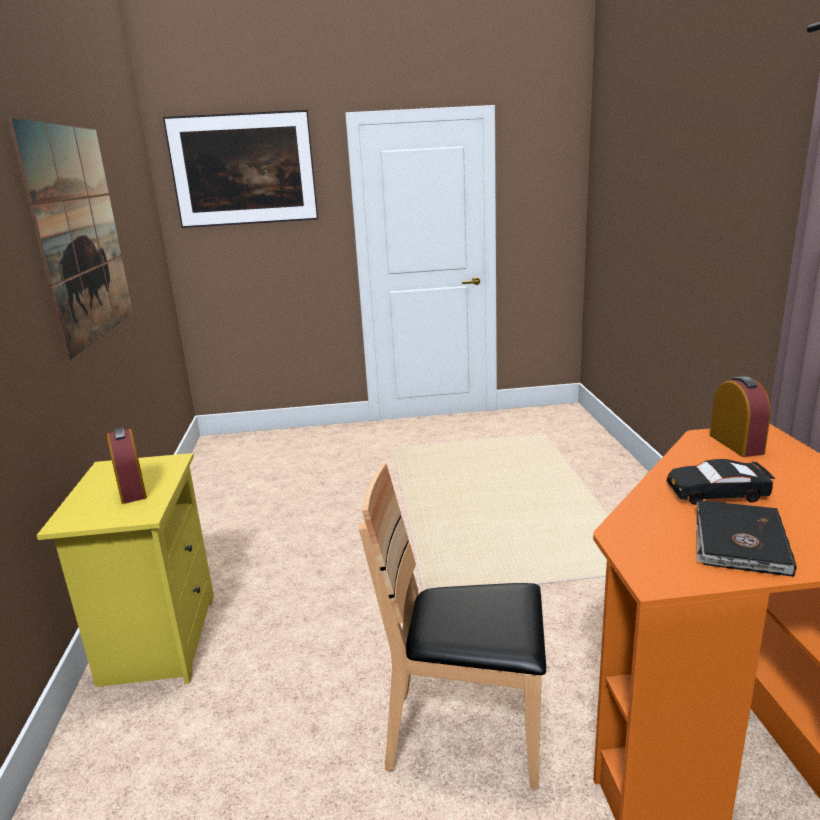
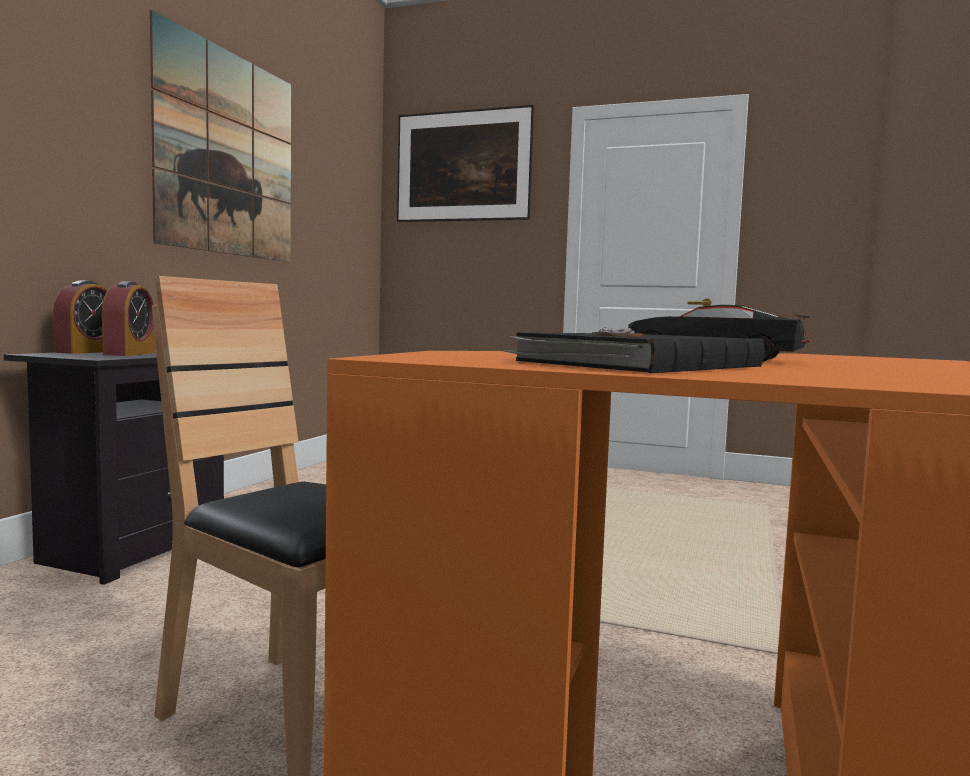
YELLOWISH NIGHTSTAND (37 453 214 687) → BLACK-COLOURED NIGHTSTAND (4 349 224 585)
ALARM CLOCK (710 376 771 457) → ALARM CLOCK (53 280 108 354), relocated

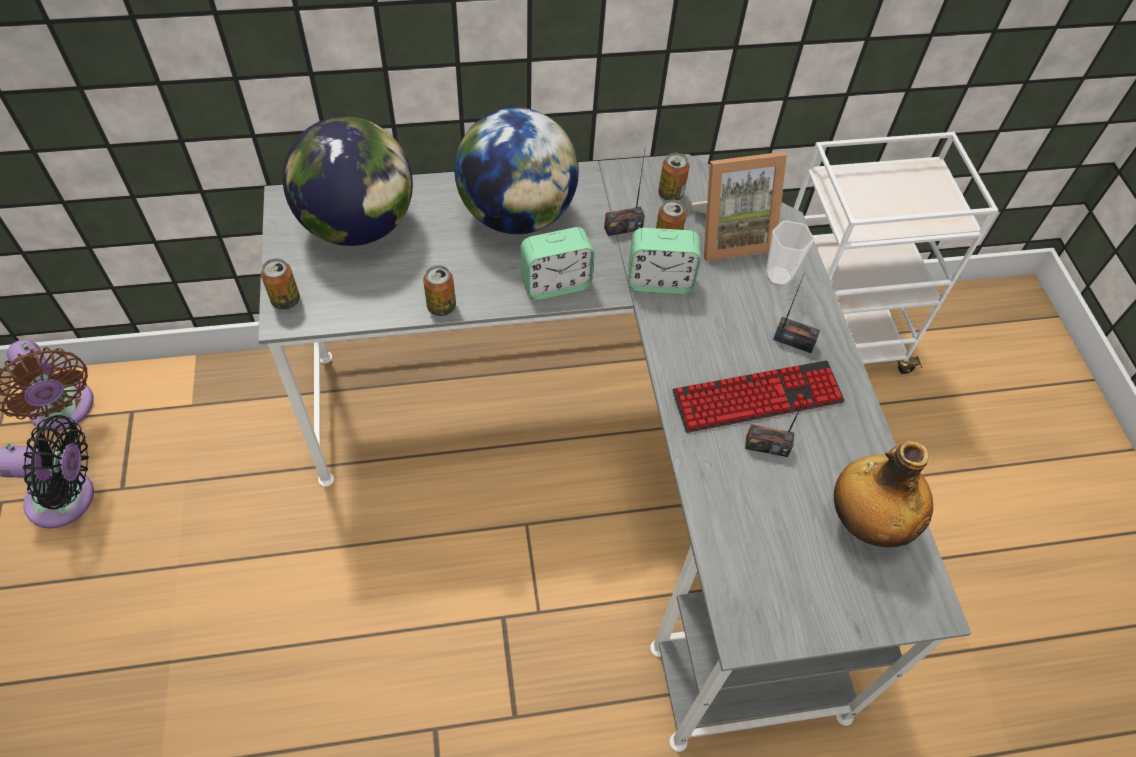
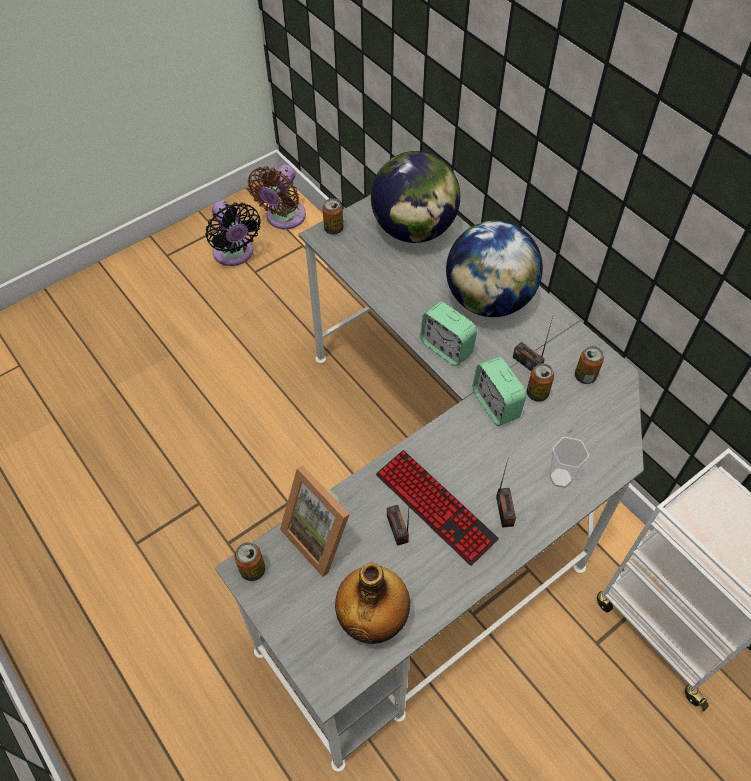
CAN (423 265 456 316) → CAN (234 542 265 581), relocated
PHOTO FRAME (692 152 787 261) → PHOTO FRAME (280 466 350 577), relocated

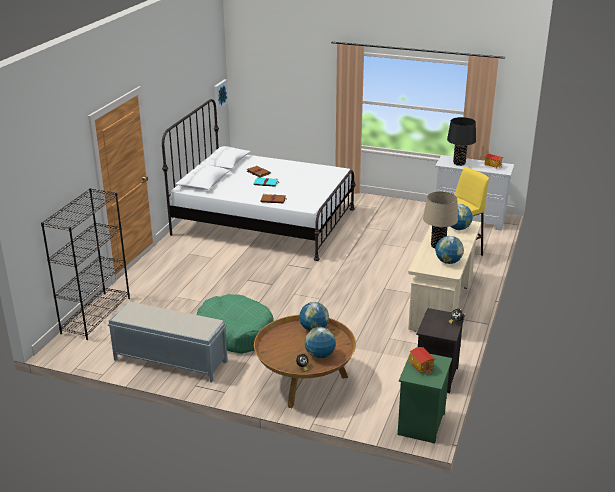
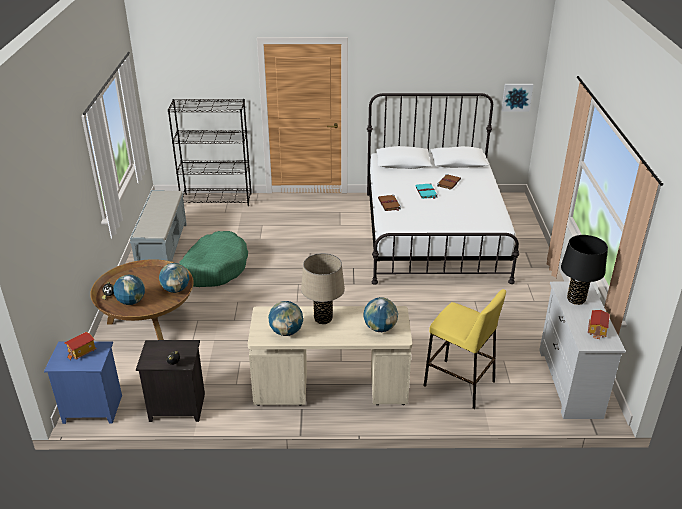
GREENISH NIGHTSTAND (398 354 452 443) → BLUE-COLOURED NIGHTSTAND (44 341 122 424)

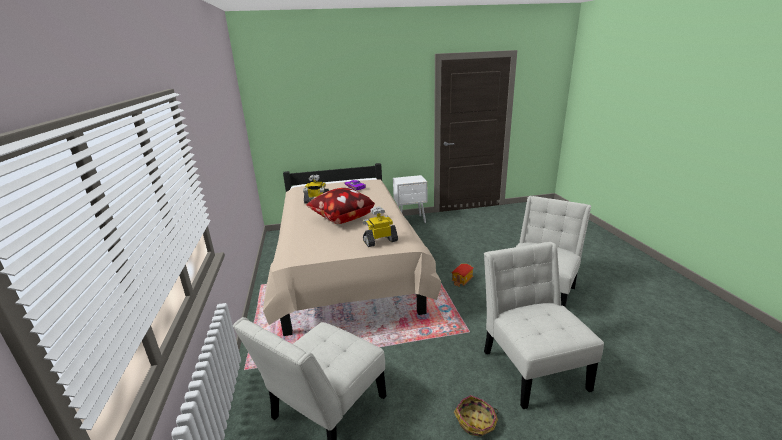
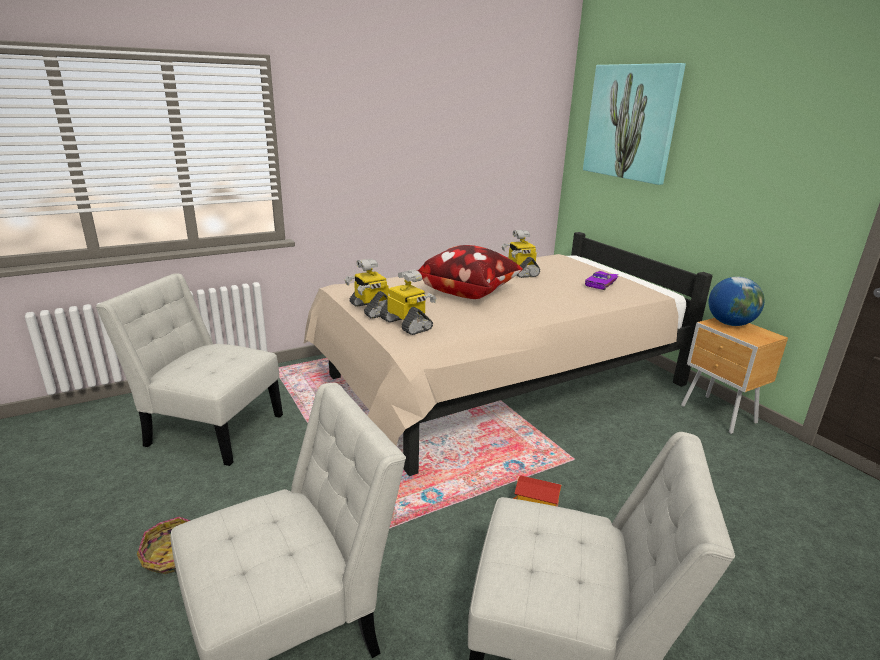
WHITISH NIGHTSTAND (393 175 427 223) → BROWN-COLOURED NIGHTSTAND (681 318 788 434)
- → TOY ROBOT (345 259 388 319)
- → WALL ART (583 63 686 185)
- → GLOBE (708 277 765 326)

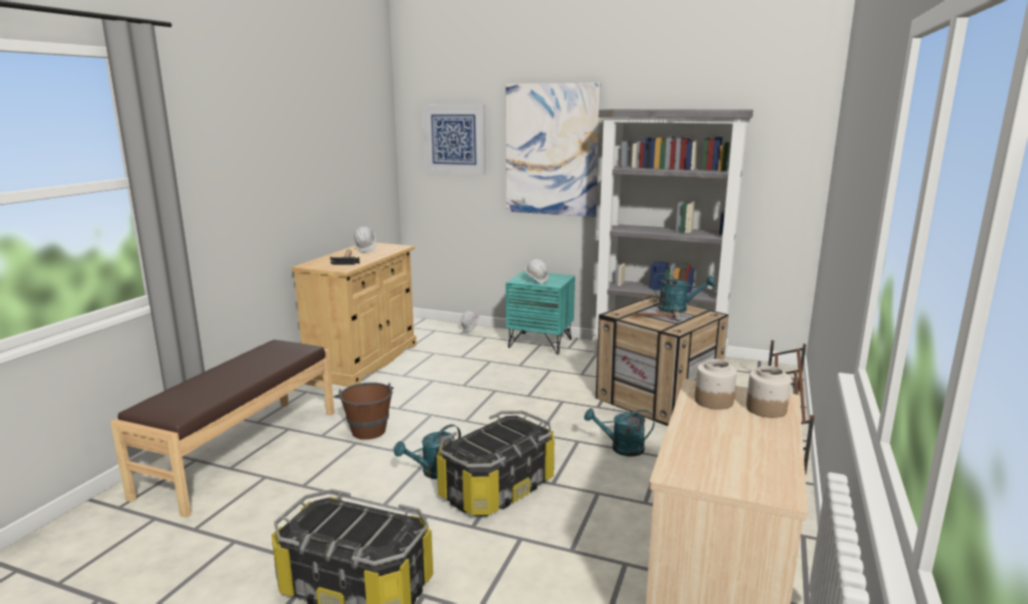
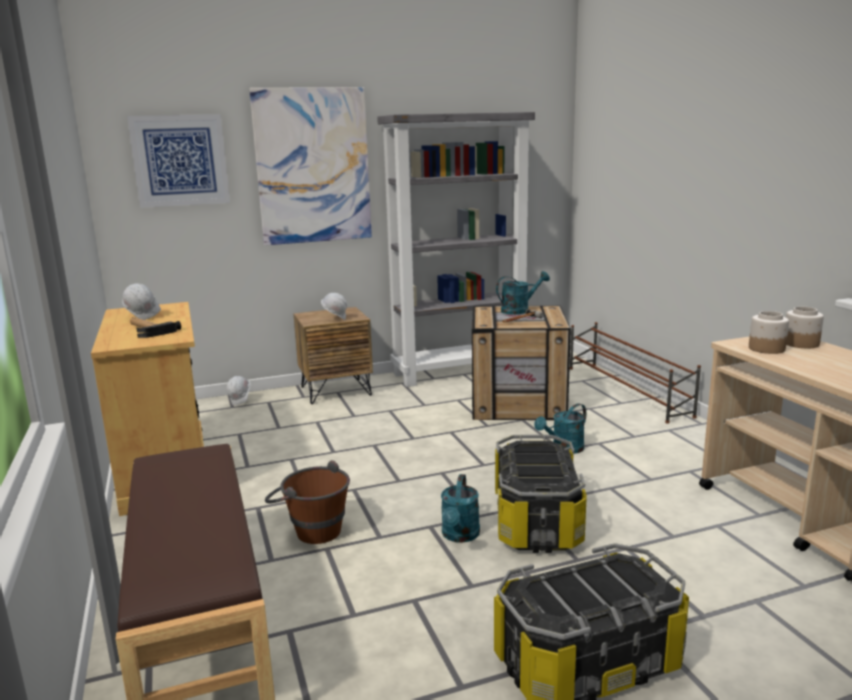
TURQUOISE NIGHTSTAND (506 271 575 354) → BROWN-COLOURED NIGHTSTAND (293 307 373 404)

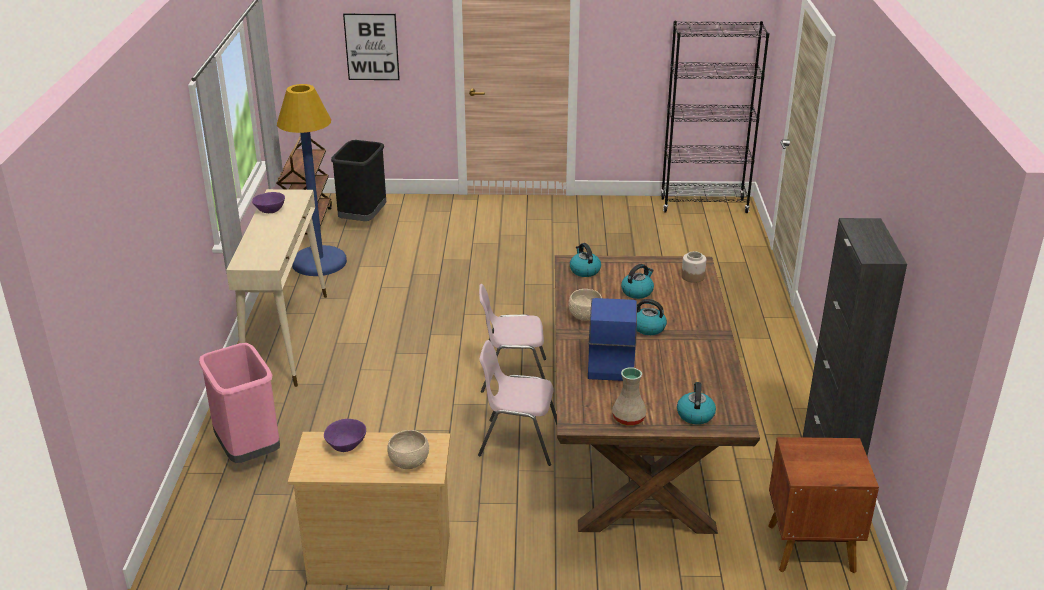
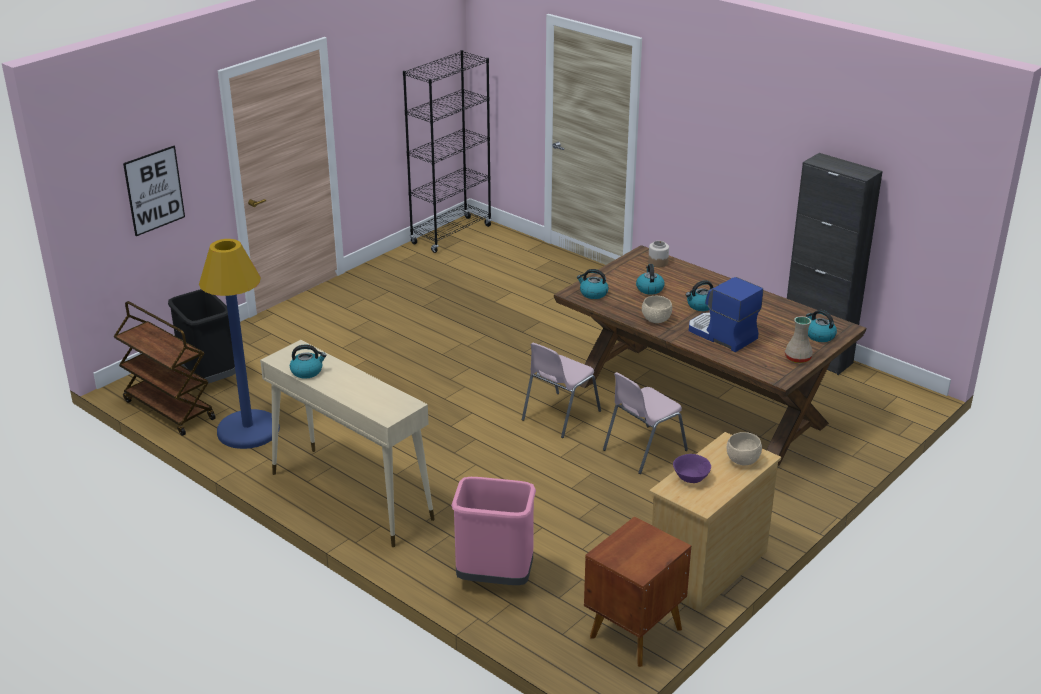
PURPLE BOWL (252 192 285 213) → WATER KETTLE (290 345 327 379)
BROWN-COLOURED NIGHTSTAND (768 437 879 573) → BROWN-COLOURED NIGHTSTAND (584 516 691 667), relocated

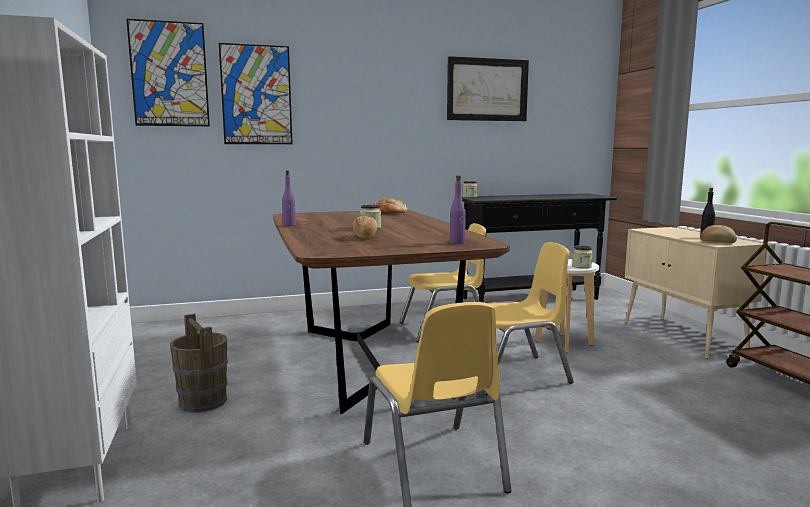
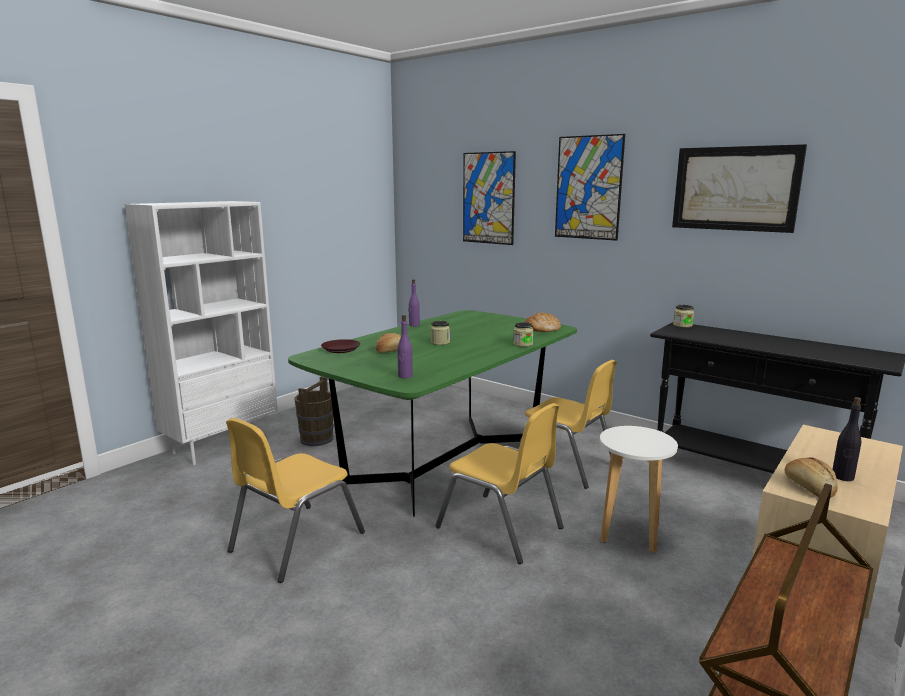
WALL ART (126 19 210 126) → WALL ART (555 134 625 241), relocated
BROWN-COLOURED KITCHEN TABLE (273 210 510 414) → GREENISH KITCHEN TABLE (288 310 577 517)
JAR (572 245 593 269) → JAR (513 322 533 347), relocated
- → BROWN-COLOURED FLAT DISH (321 339 360 353)

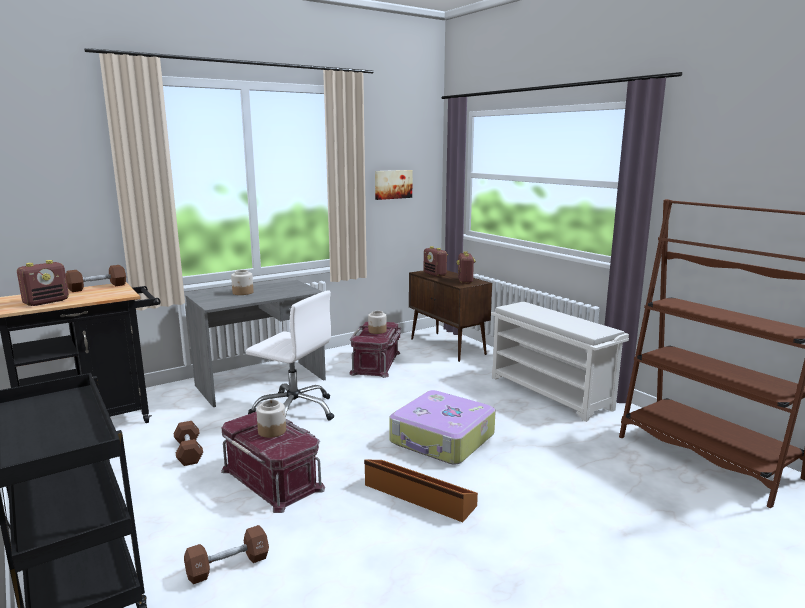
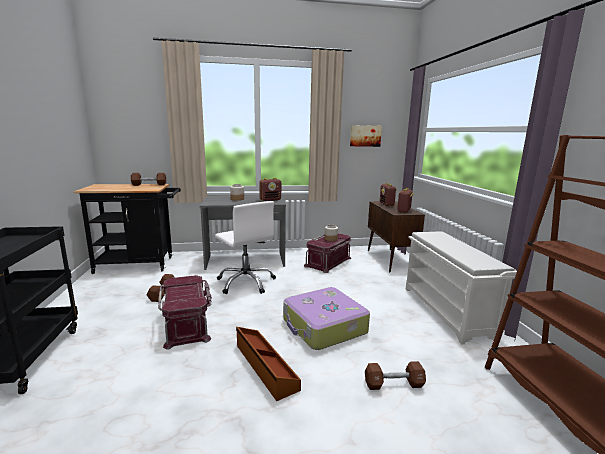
RADIO (17 260 69 306) → RADIO (259 178 281 201), relocated
BROWN-COLOURED FREE WEIGHT (184 525 269 584) → BROWN-COLOURED FREE WEIGHT (365 361 426 390), relocated
JAR (256 400 286 438) → -

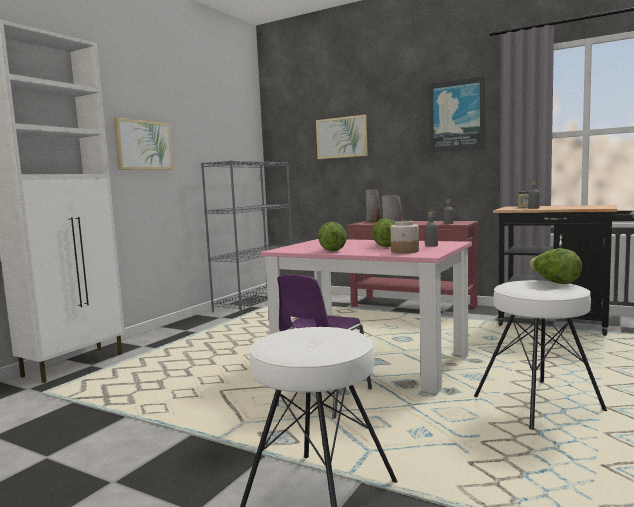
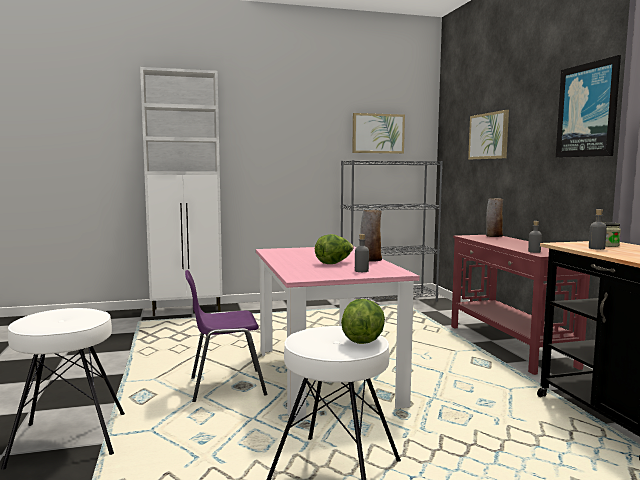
WALL ART (114 118 173 170) → WALL ART (352 113 405 154), relocated
LETTUCE (318 221 347 251) → -
JAR (391 221 419 253) → -

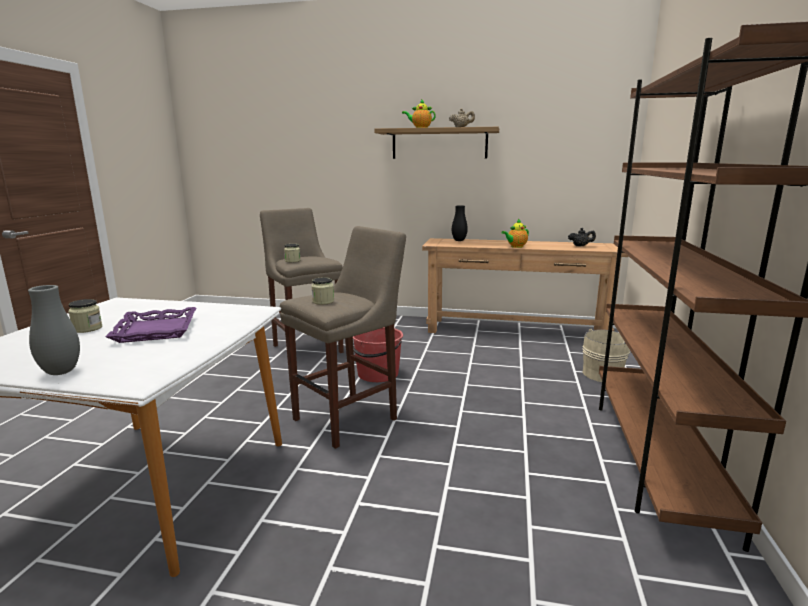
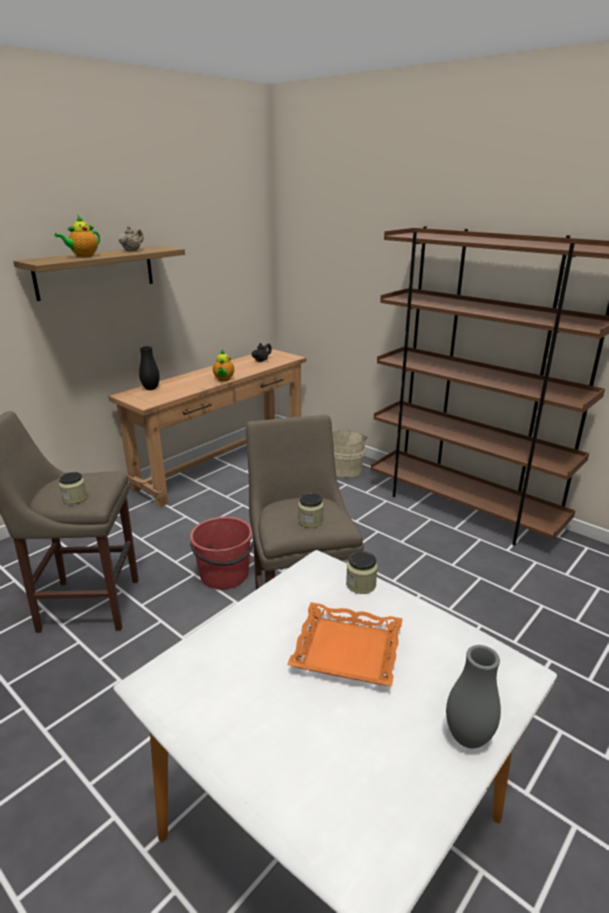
JAR (68 299 102 333) → JAR (346 551 378 594), relocated
PURPLE TRAY (105 307 196 343) → ORANGE TRAY (287 602 403 686)

